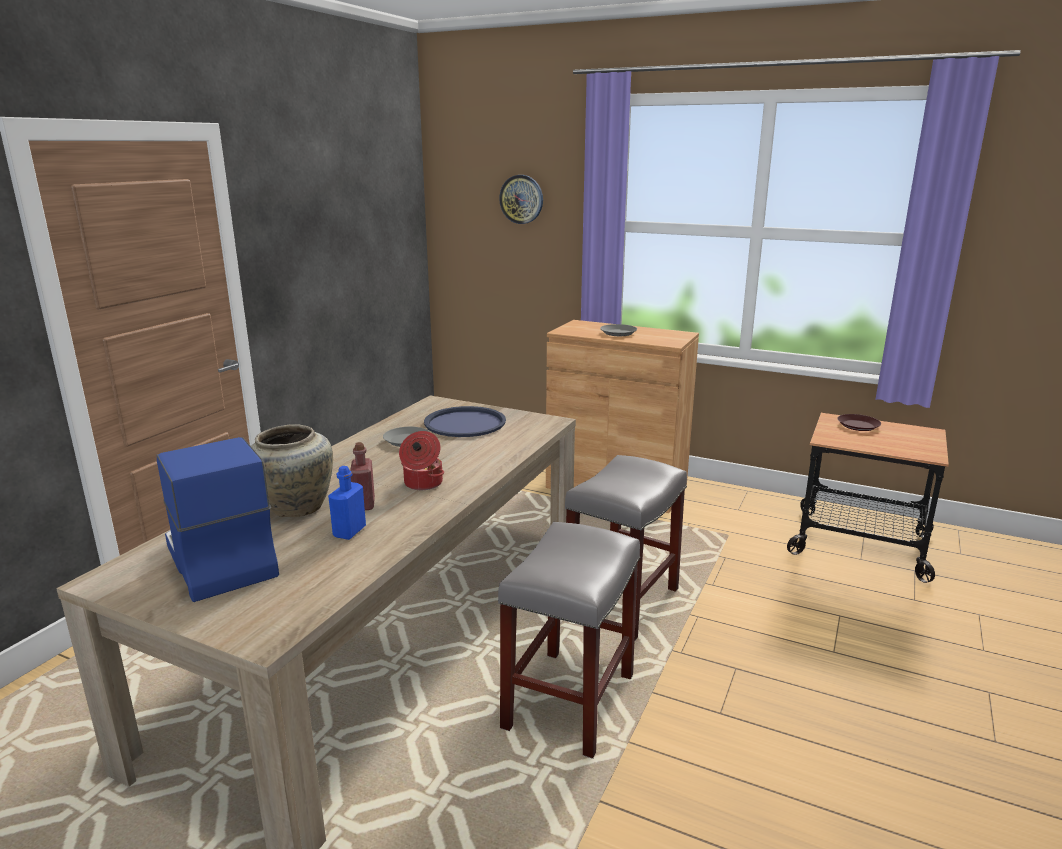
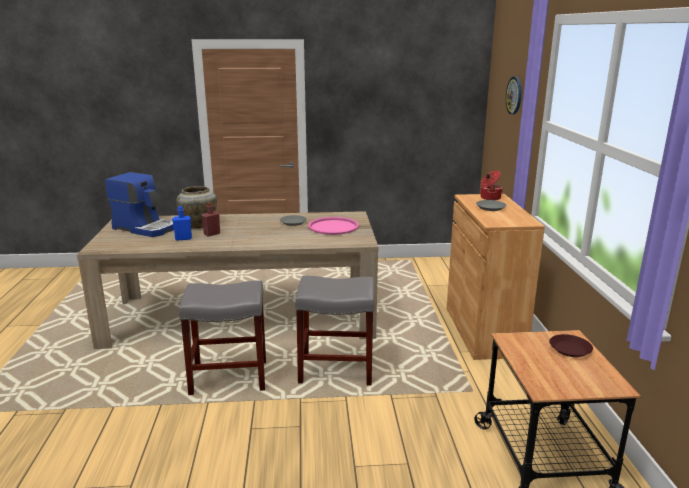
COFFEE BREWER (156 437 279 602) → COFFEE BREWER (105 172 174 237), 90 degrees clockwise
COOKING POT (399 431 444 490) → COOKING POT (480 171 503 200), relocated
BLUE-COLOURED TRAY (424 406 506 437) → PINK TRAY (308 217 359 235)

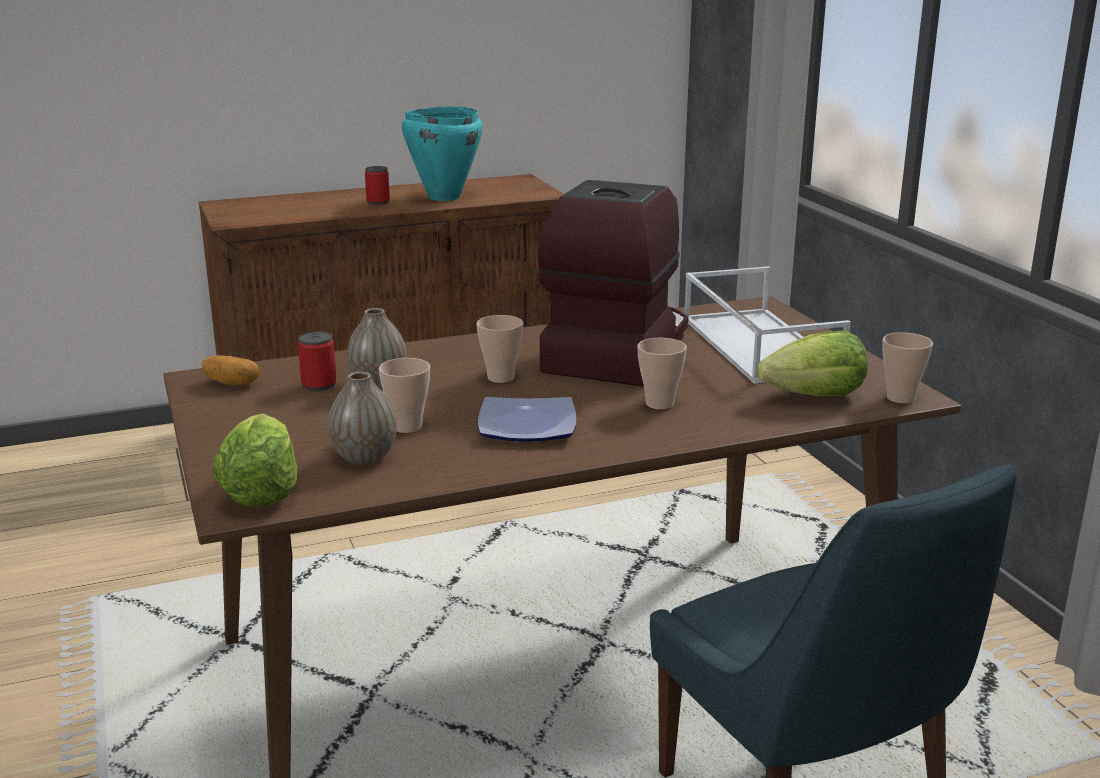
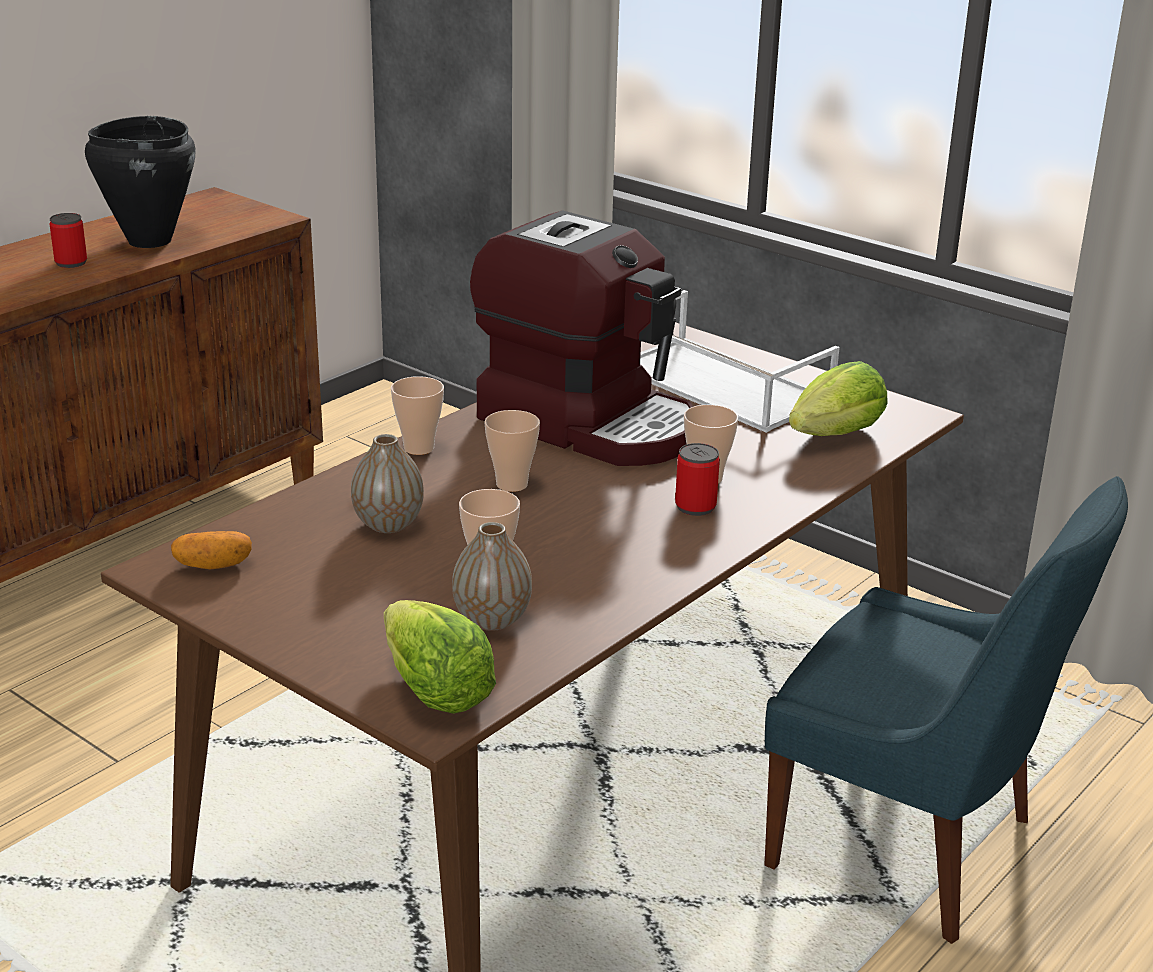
CAN (298 331 337 391) → CAN (675 443 720 516), relocated
TURQUOISE COOKING POT (402 106 482 201) → BLACK-COLOURED COOKING POT (85 116 196 248)
FLAT DISH (478 397 576 442) → -
COFFEE BREWER (538 180 689 387) → COFFEE BREWER (470 210 693 466), 135 degrees clockwise
CUP (882 332 933 404) → CUP (391 376 444 455), relocated

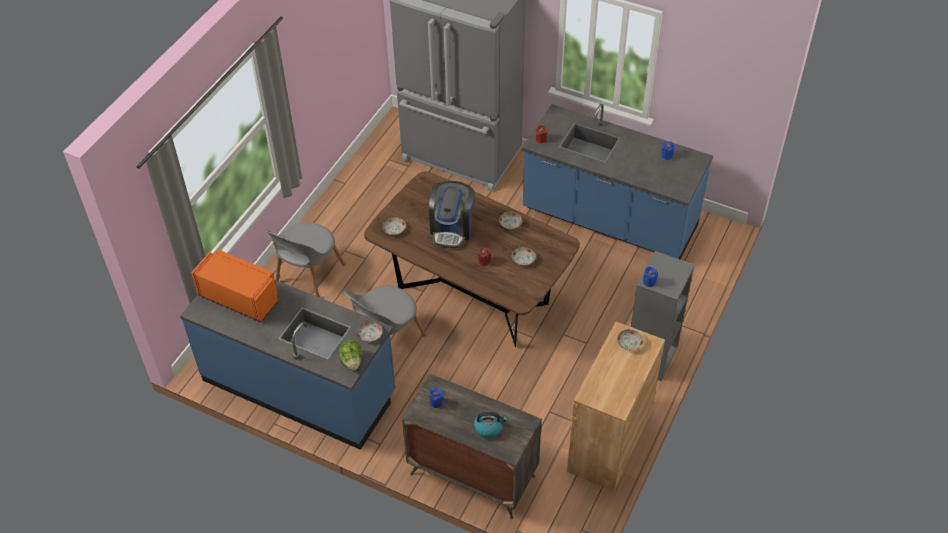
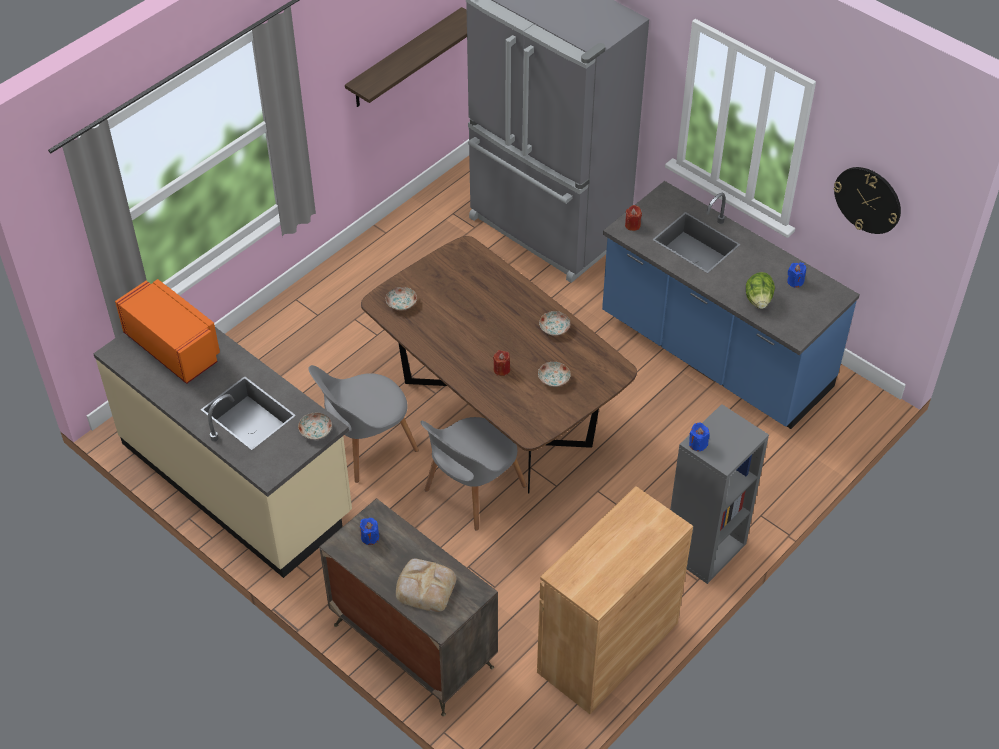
BLUE-COLOURED KITCHEN BASE UNIT (180 280 396 450) → BEIGE KITCHEN BASE UNIT (93 327 352 578)
GREYISH UPRIGHT CHAIR (265 222 345 297) → GREYISH UPRIGHT CHAIR (421 417 527 531), relocated
LETTUCE (339 340 363 370) → LETTUCE (746 272 775 309), relocated
COFFEE BREWER (429 181 475 248) → -
WATER KETTLE (474 411 507 438) → BREAD (396 559 456 612)
FLAT DISH (617 329 644 350) → -
- → BRACKET SHELF (345 7 467 107)
- → WALL CLOCK (833 167 901 234)

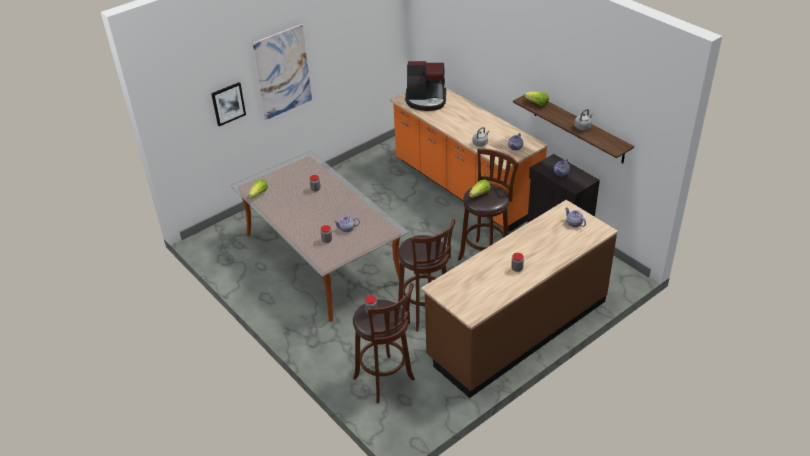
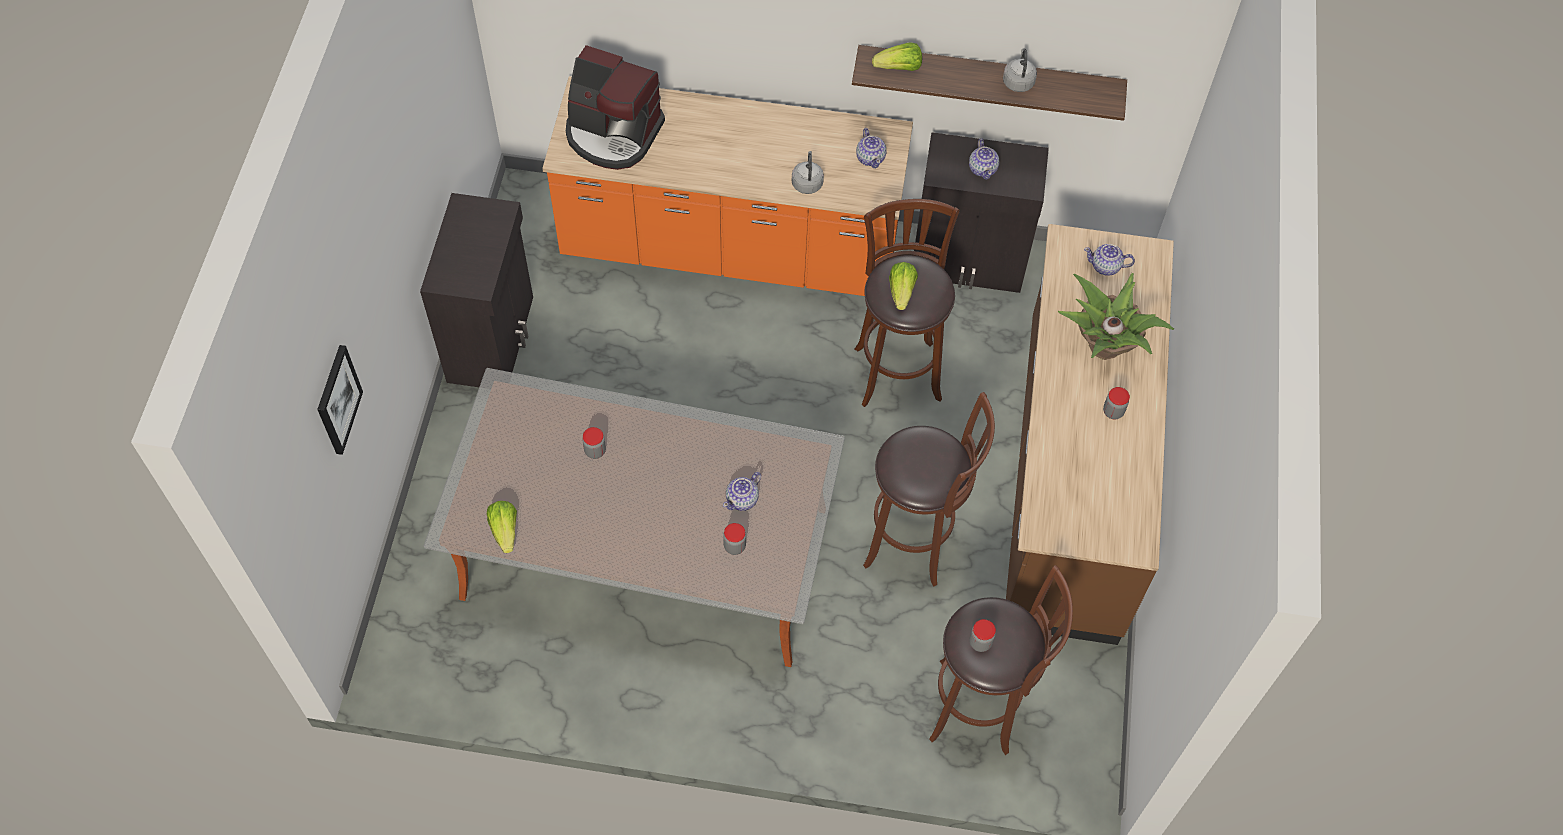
WALL ART (253 24 312 120) → -
COFFEE BREWER (405 61 446 111) → COFFEE BREWER (566 45 665 170), 60 degrees clockwise
- → BLACK-COLOURED CABINET (420 193 533 387)
- → HOUSEPLANT (1058 273 1174 360)

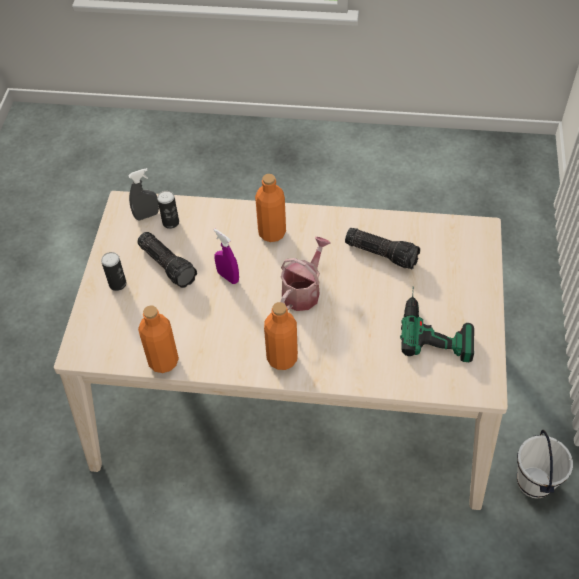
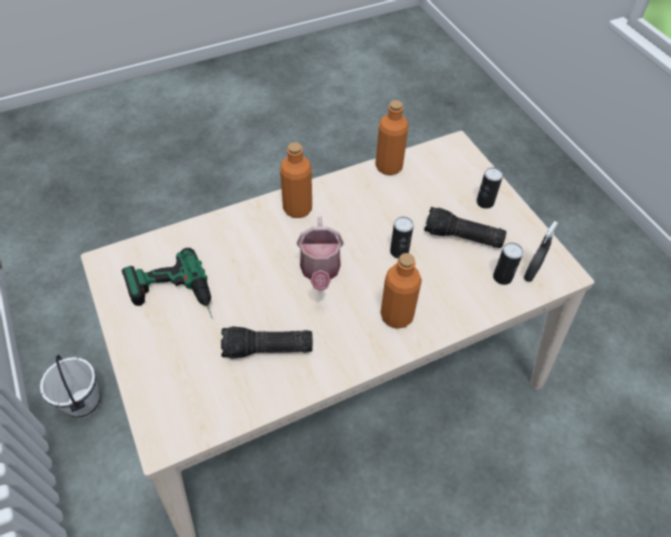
PURPLE SPRAYER (213 229 239 284) → CAN (390 217 414 258)

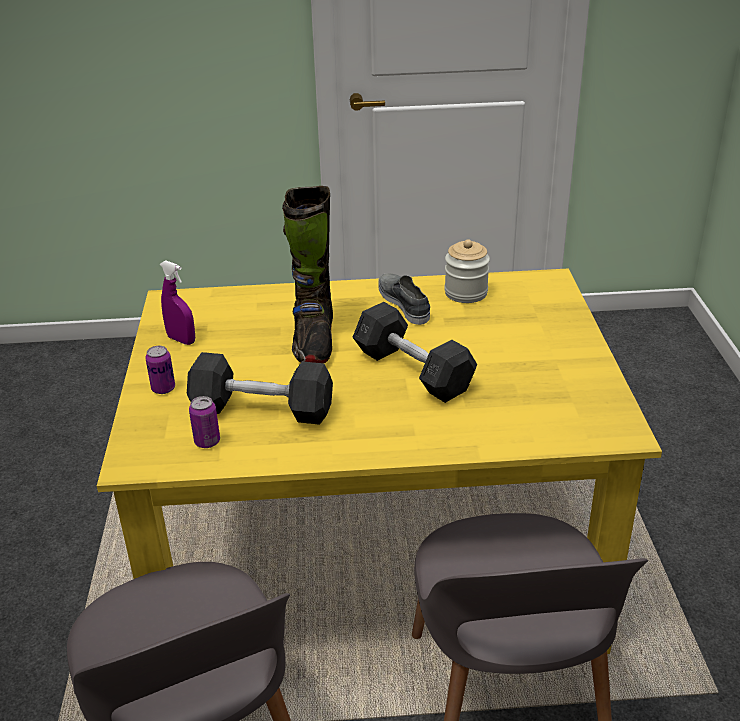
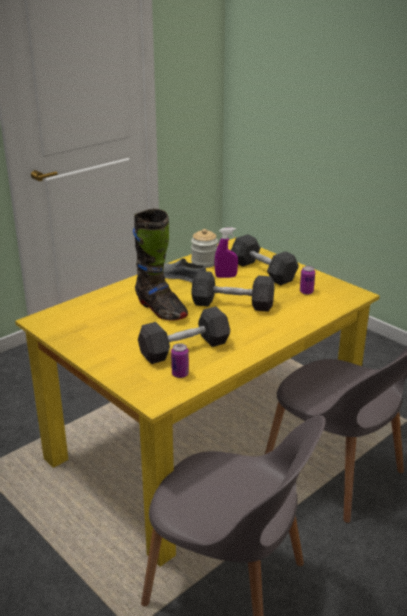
CAN (145 346 175 394) → CAN (300 266 315 295), relocated
PURPLE SPRAYER (160 260 195 345) → PURPLE SPRAYER (215 228 238 278), relocated
- → GREYISH FREE WEIGHT (231 234 299 285)

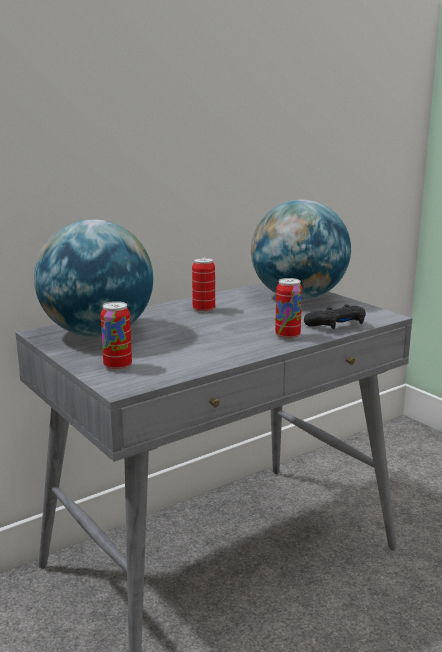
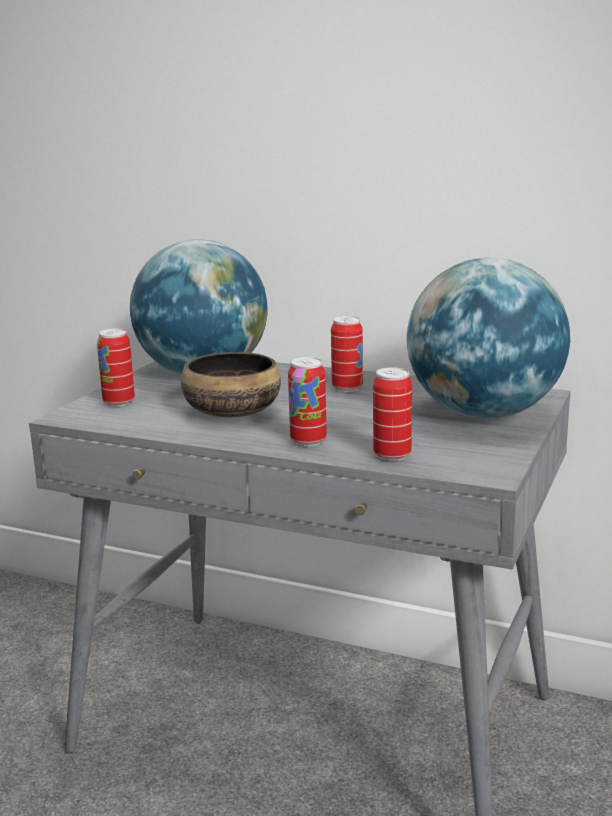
BLACK-COLOURED JOYPAD (304 304 366 329) → CAN (373 367 412 461)
- → BOWL (181 352 281 417)

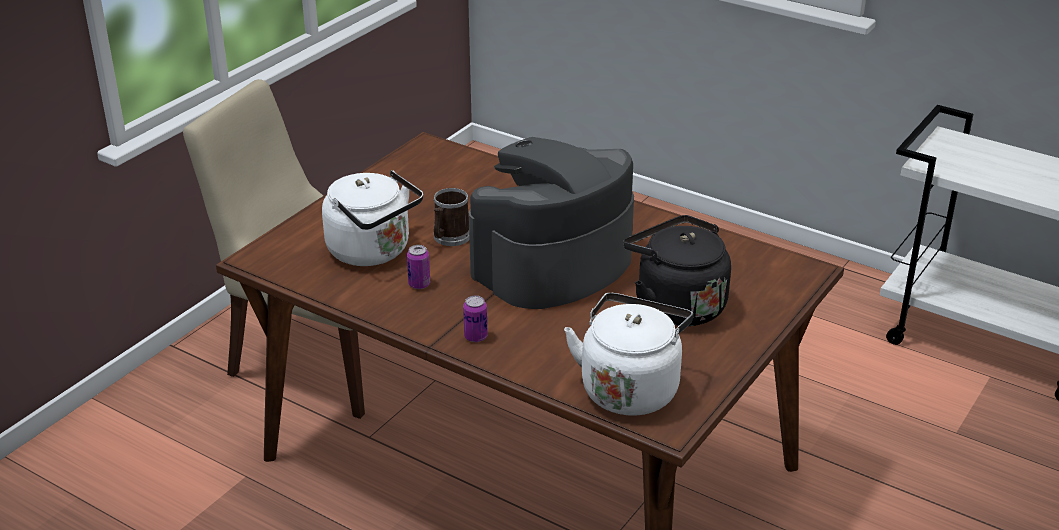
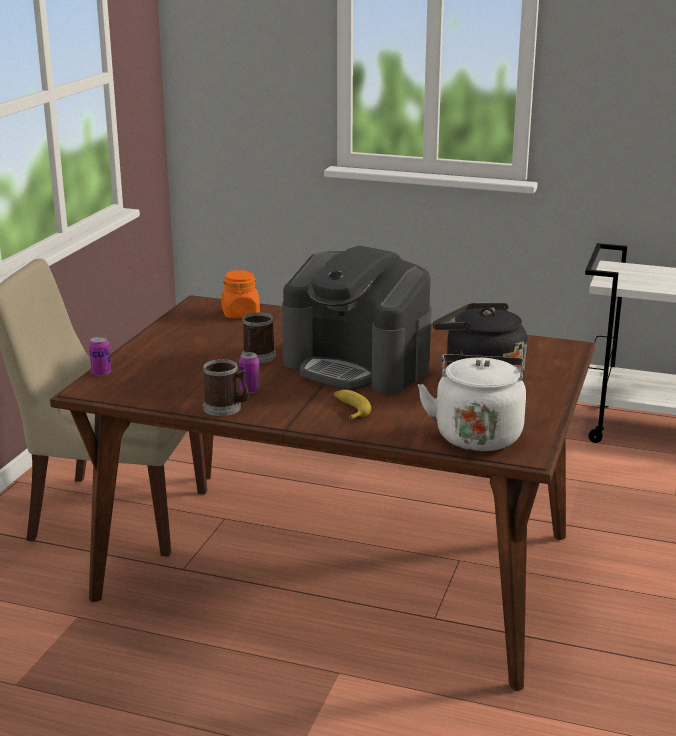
WHITISH WATER KETTLE (322 170 423 266) → -
CAN (463 295 488 342) → CAN (89 336 111 377), relocated
COFFEE BREWER (469 137 634 309) → COFFEE BREWER (282 245 432 393), 90 degrees counterclockwise
- → COFFEE MUG (203 359 249 416)
- → ORANGE JAR (221 270 260 318)
- → BANANA (334 390 371 420)

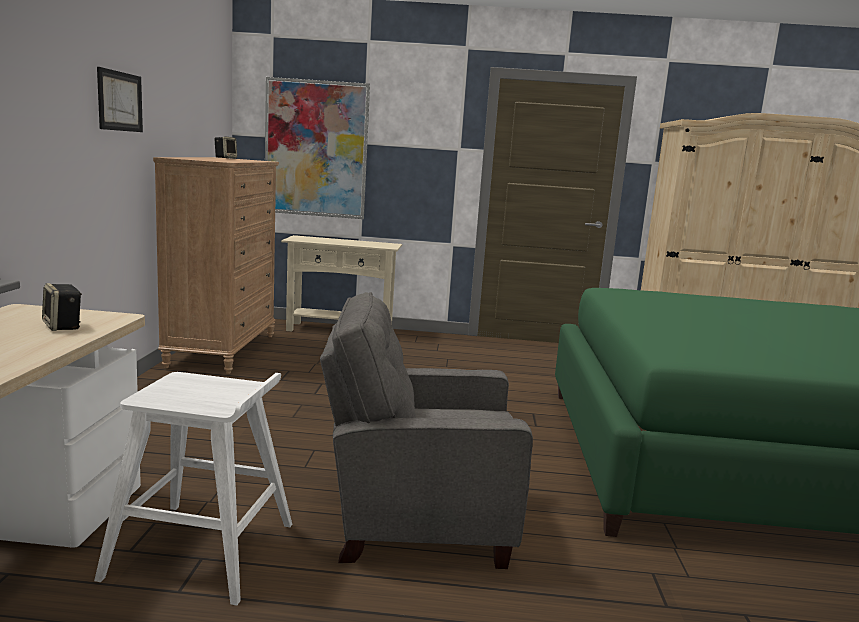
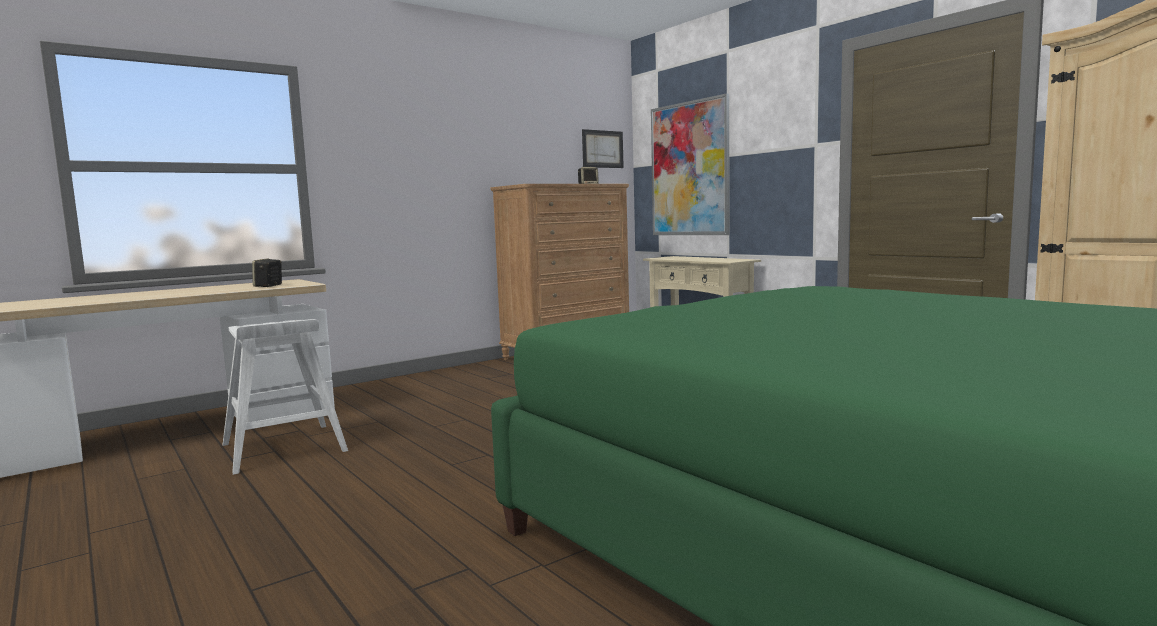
WALL ART (97 67 143 132) → WALL ART (582 129 624 168), relocated
GREYISH EASY CHAIR (320 292 533 569) → -

